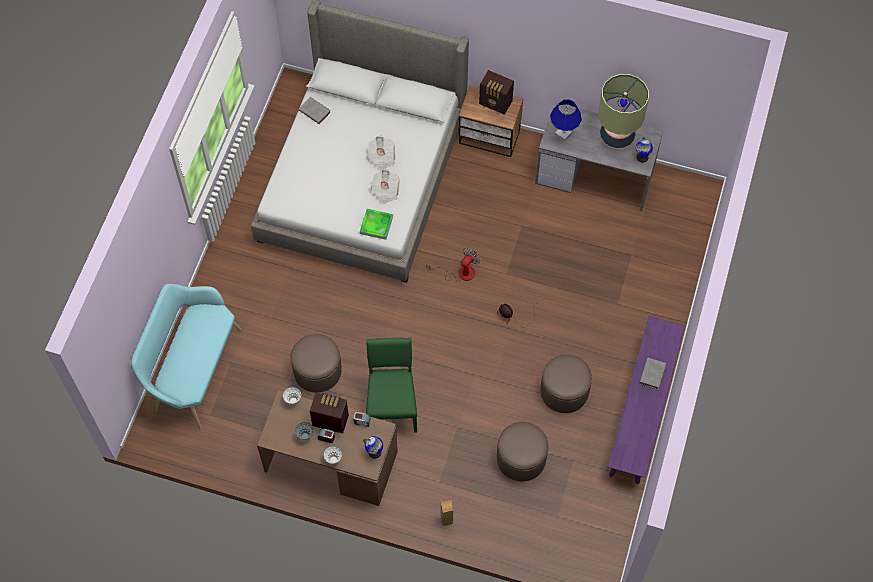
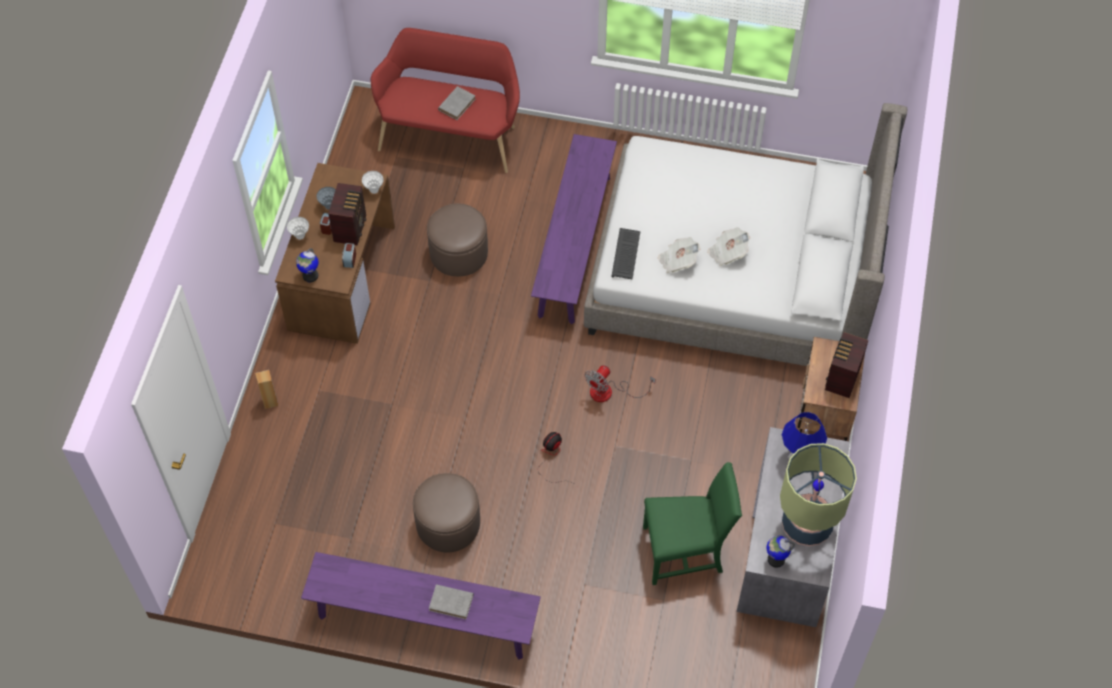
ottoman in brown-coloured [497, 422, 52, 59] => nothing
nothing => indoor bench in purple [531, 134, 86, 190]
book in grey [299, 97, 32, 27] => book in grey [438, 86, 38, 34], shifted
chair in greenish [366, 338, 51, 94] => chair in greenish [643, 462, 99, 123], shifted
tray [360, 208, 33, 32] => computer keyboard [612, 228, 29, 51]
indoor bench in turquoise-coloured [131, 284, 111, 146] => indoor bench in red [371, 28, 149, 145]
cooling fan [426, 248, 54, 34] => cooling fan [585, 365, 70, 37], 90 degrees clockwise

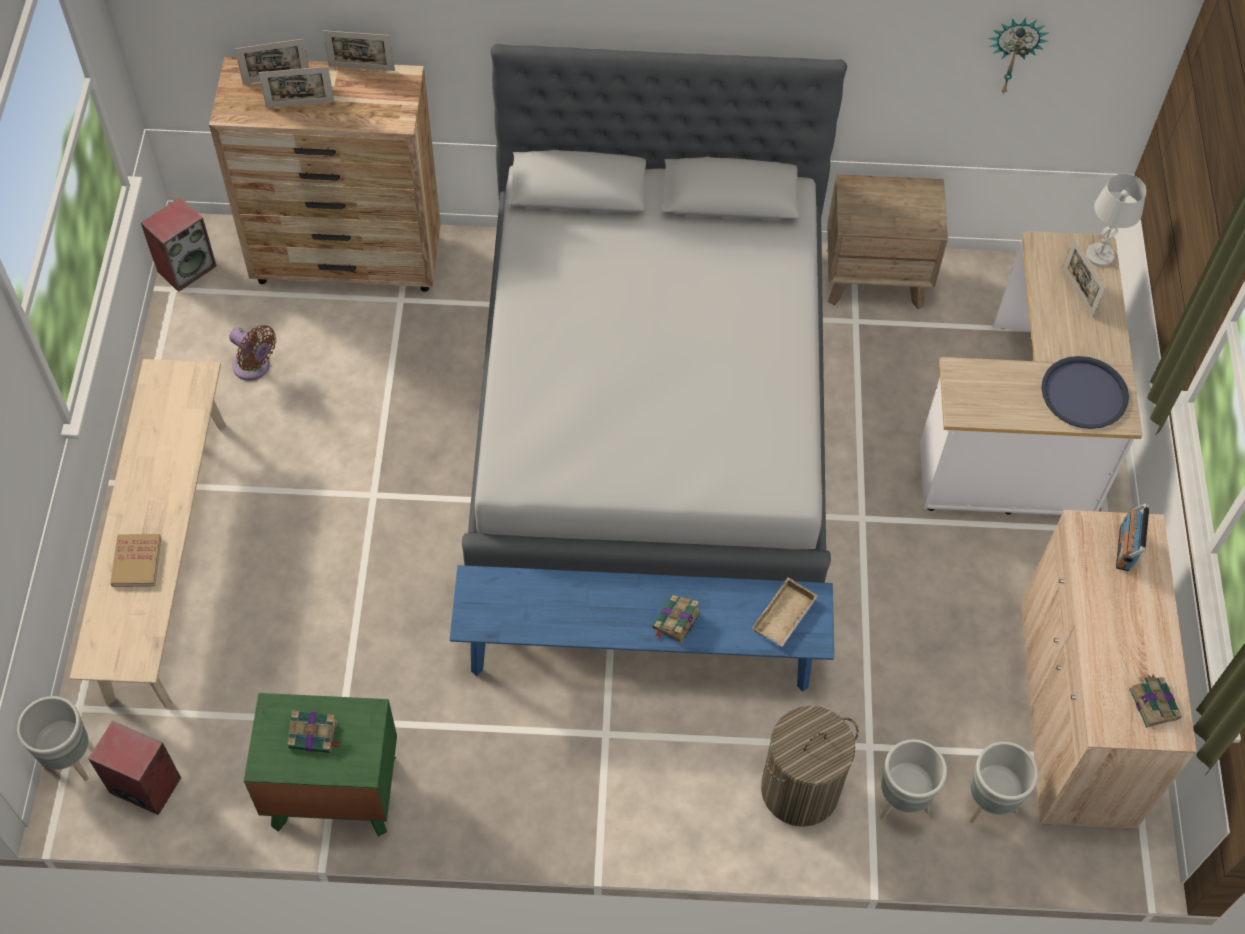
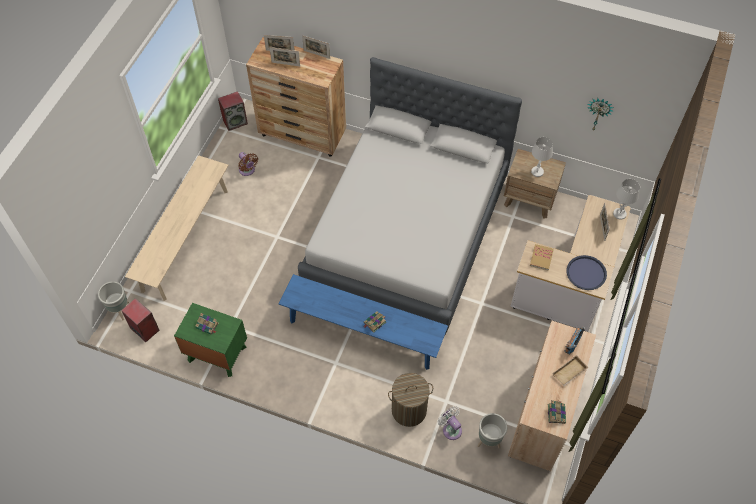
nothing => lamp for a table in white-coloured [531, 137, 22, 40]
book [110, 534, 51, 53] => book [530, 244, 24, 27], shifted
tray in beige-coloured [752, 577, 66, 70] => tray in beige-coloured [552, 355, 36, 31], shifted
planter in grey [880, 739, 67, 81] => cooling fan in white-coloured [438, 406, 24, 34]

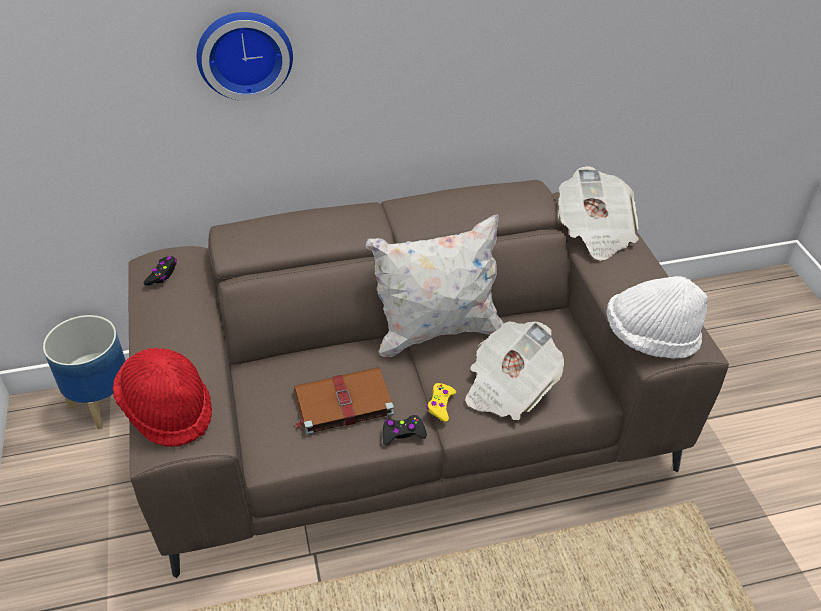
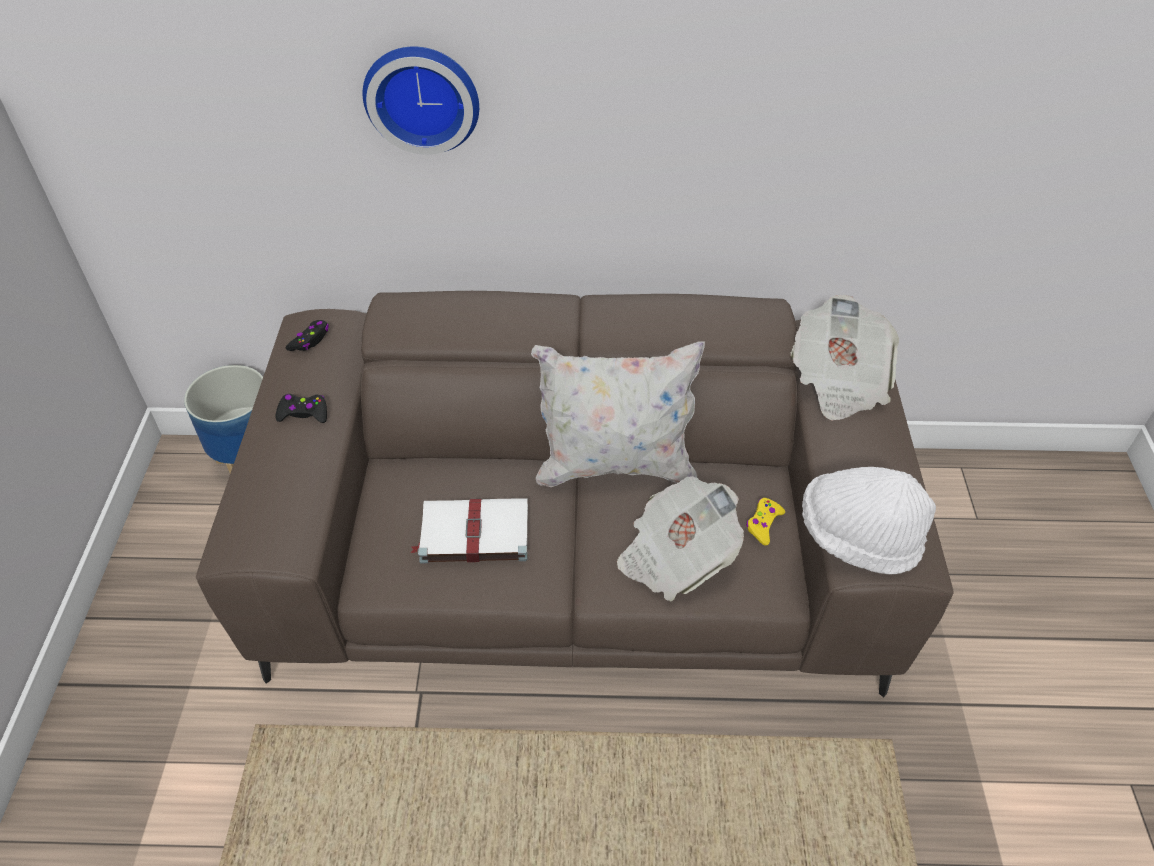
wearable hat in red [113, 348, 99, 99] => nothing
joypad in blackish [382, 415, 45, 30] => joypad in blackish [275, 394, 52, 29], shifted
joypad in yellow [427, 383, 29, 39] => joypad in yellow [746, 498, 39, 48], shifted
book in brown-coloured [294, 367, 100, 68] => book in white-coloured [410, 498, 118, 66]

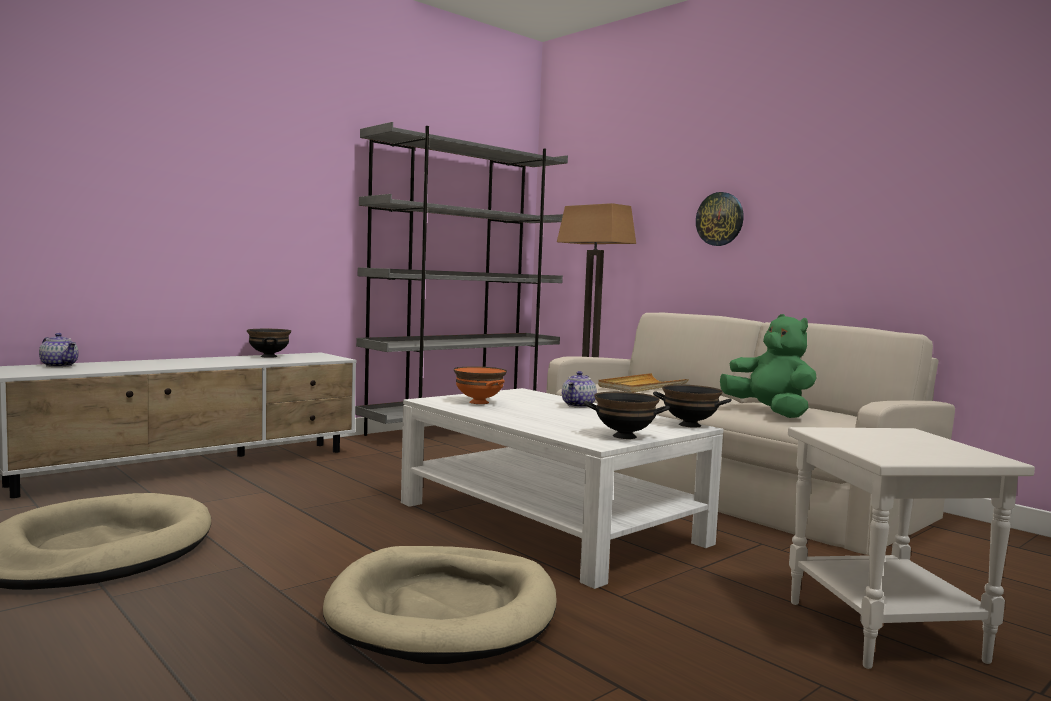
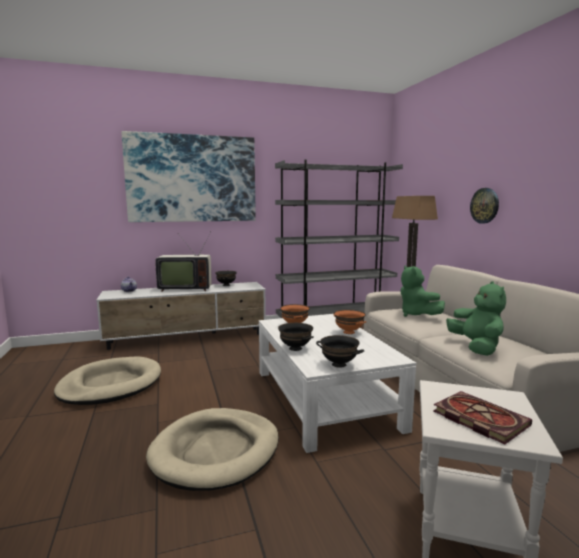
nothing => picture [121, 131, 135, 91]
nothing => TV [155, 231, 57, 61]
nothing => book [433, 391, 99, 53]
bowl in blackish [653, 385, 79, 43] => bowl in blackish [278, 323, 36, 28], shifted
tea pot [562, 371, 35, 37] => bowl in orange [334, 310, 33, 24]
tray in beige-coloured [598, 373, 91, 19] => plush toy in greenish [401, 266, 44, 51]

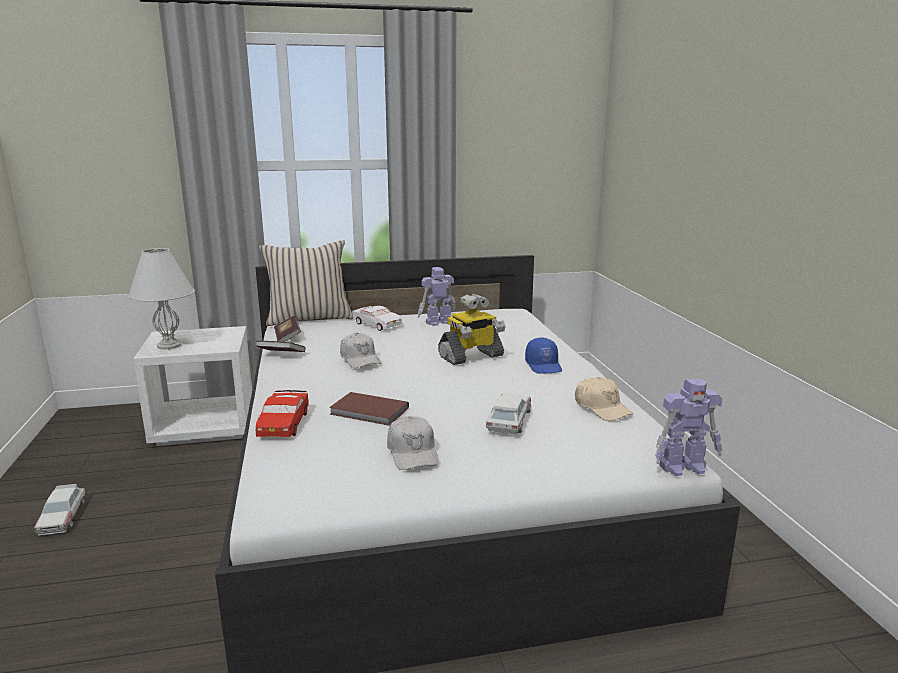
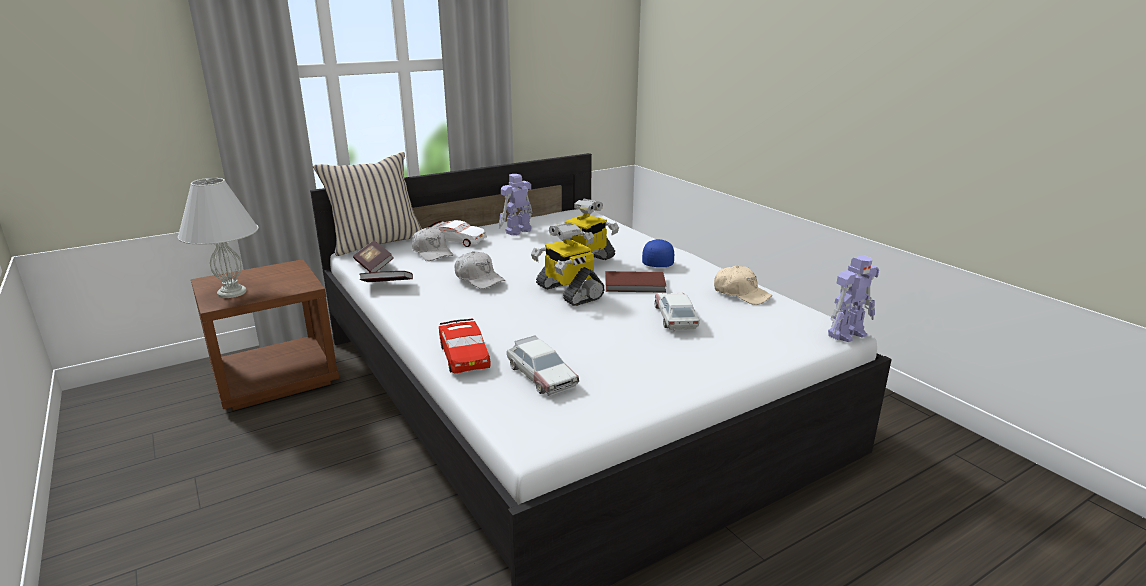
nothing => model robot [531, 223, 74, 83]
toy car [34, 484, 51, 51] => toy car [507, 336, 72, 60], shifted
book in brown-coloured [329, 392, 80, 34] => book in brown-coloured [605, 271, 61, 22], shifted
cap in white-coloured [387, 416, 52, 54] => cap in white-coloured [412, 227, 41, 34], shifted
bedside table in white-coloured [133, 326, 119, 120] => bedside table in brown-coloured [191, 259, 148, 151]
cap in bluish [525, 337, 37, 37] => cap in bluish [642, 239, 32, 28], 135 degrees counterclockwise

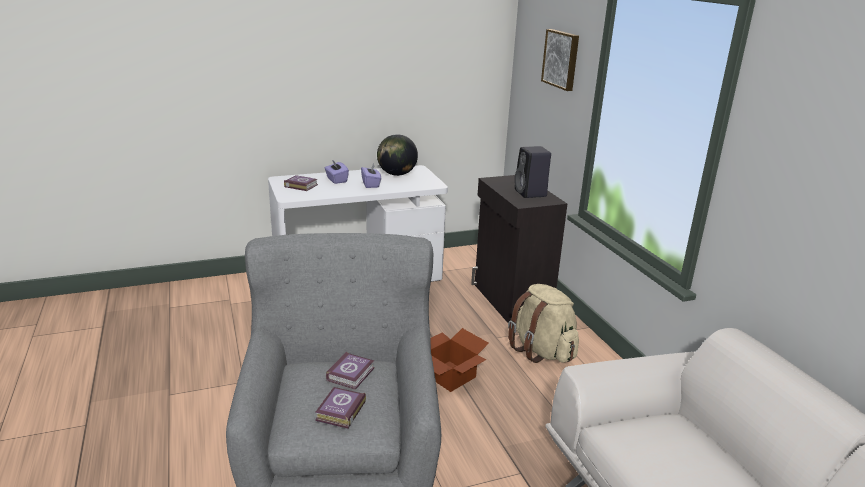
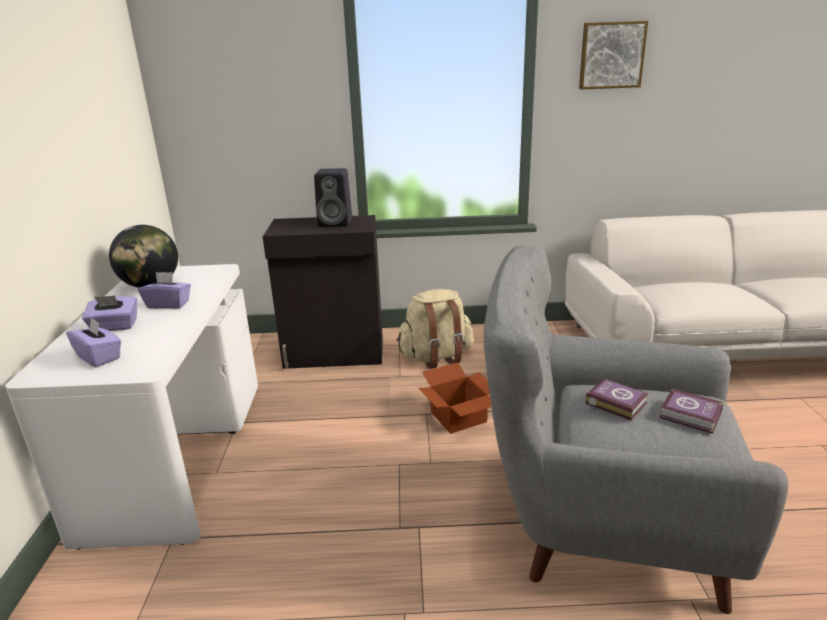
picture [541, 29, 38, 62] => picture [579, 21, 69, 68], shifted
book [284, 175, 34, 16] => box of tissues in purple [66, 317, 55, 50]

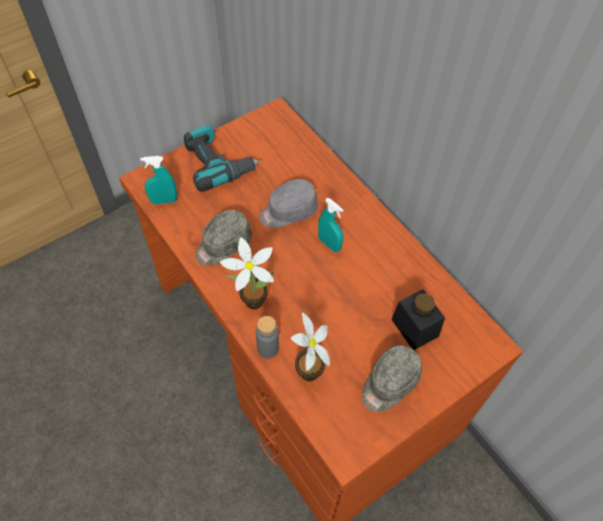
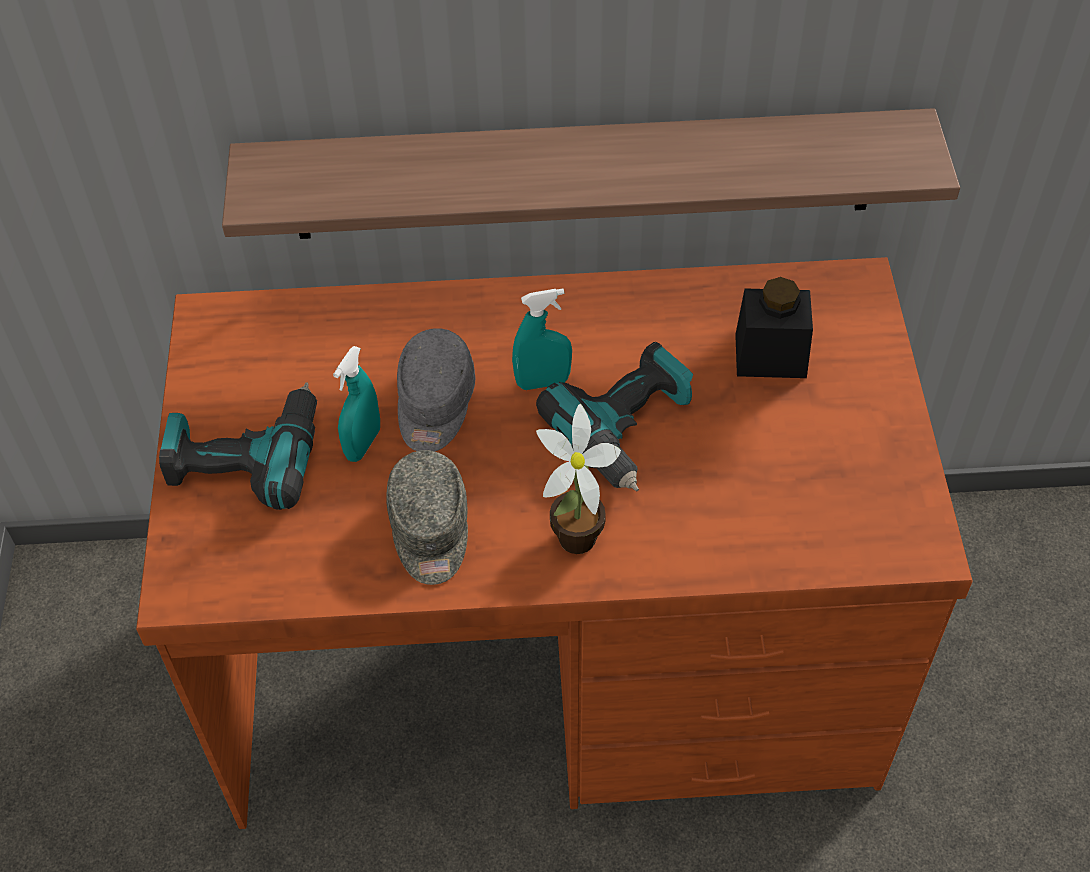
drink bottle in grey [256, 316, 23, 42] => nothing
plant in a pot [291, 312, 39, 70] => nothing
cap in grey [362, 345, 60, 67] => nothing
nothing => shelf [222, 108, 738, 131]
nothing => power drill [536, 342, 157, 150]
hand sprayer in turquoise-coloured [140, 156, 37, 48] => hand sprayer in turquoise-coloured [333, 346, 47, 116], shifted

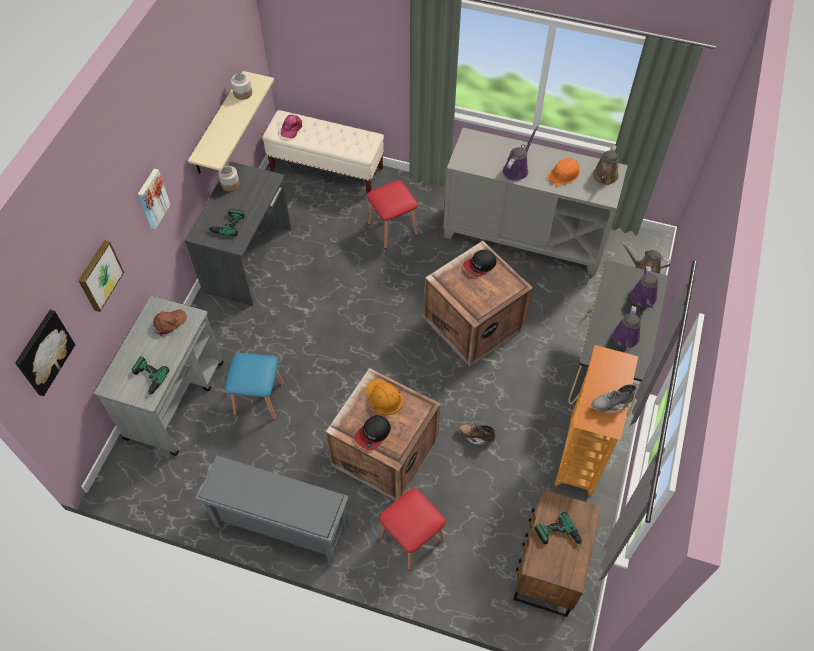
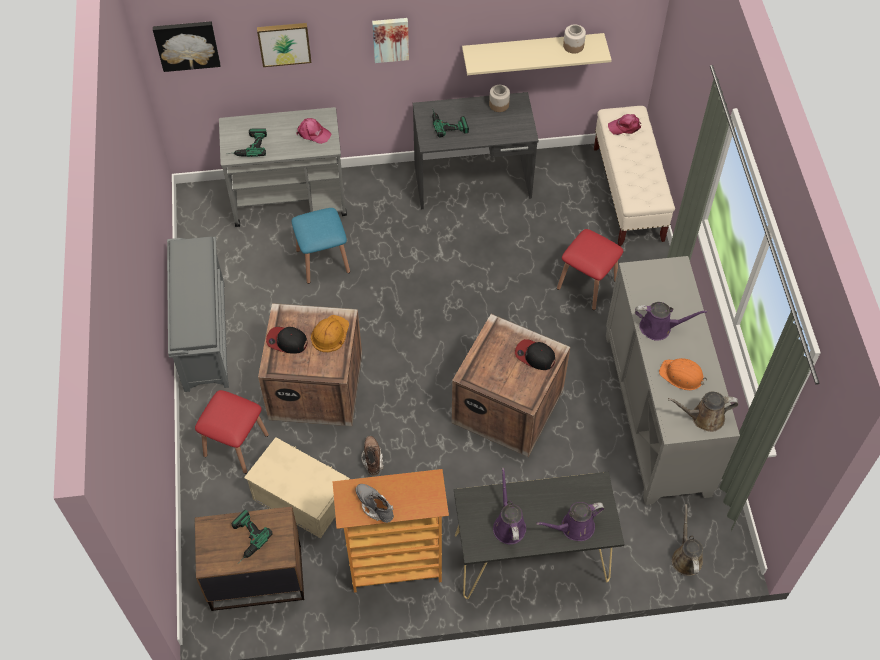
nothing => storage container in beige-coloured [244, 437, 106, 101]
cap in brown-coloured [153, 309, 34, 27] => cap in pink-coloured [296, 118, 35, 26]
watering pot in purple [612, 306, 29, 45] => watering pot in purple [493, 468, 33, 76], 90 degrees clockwise

